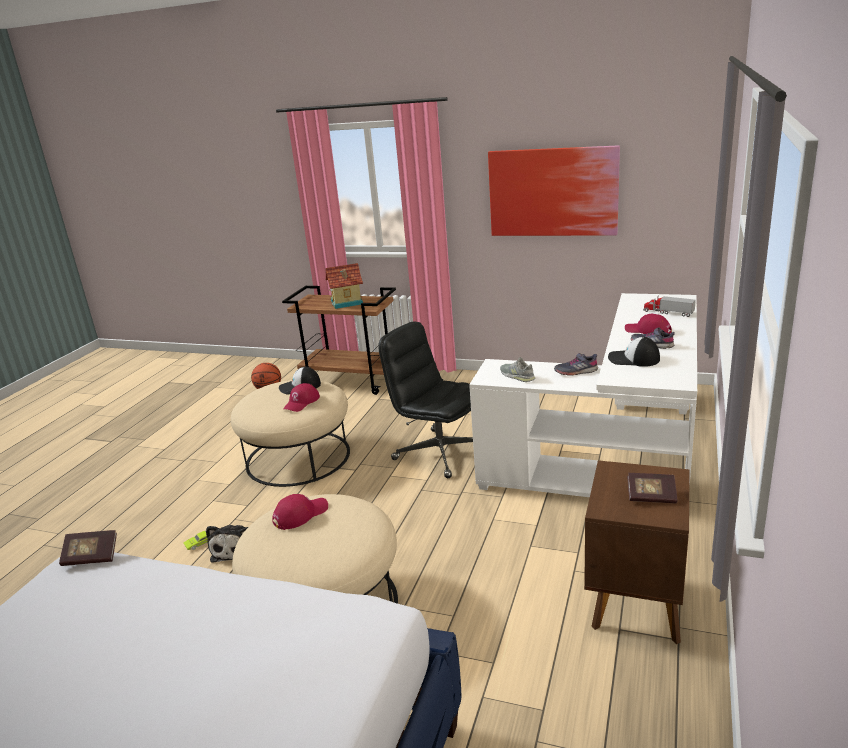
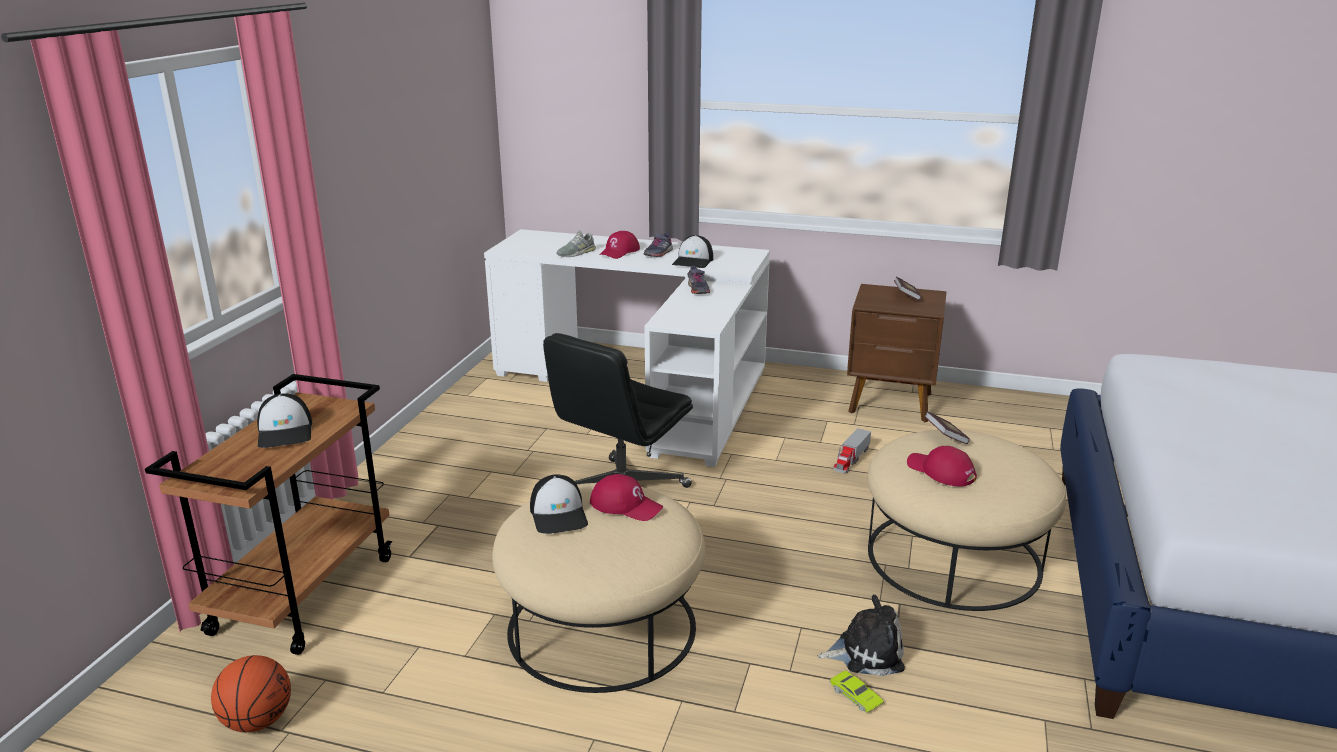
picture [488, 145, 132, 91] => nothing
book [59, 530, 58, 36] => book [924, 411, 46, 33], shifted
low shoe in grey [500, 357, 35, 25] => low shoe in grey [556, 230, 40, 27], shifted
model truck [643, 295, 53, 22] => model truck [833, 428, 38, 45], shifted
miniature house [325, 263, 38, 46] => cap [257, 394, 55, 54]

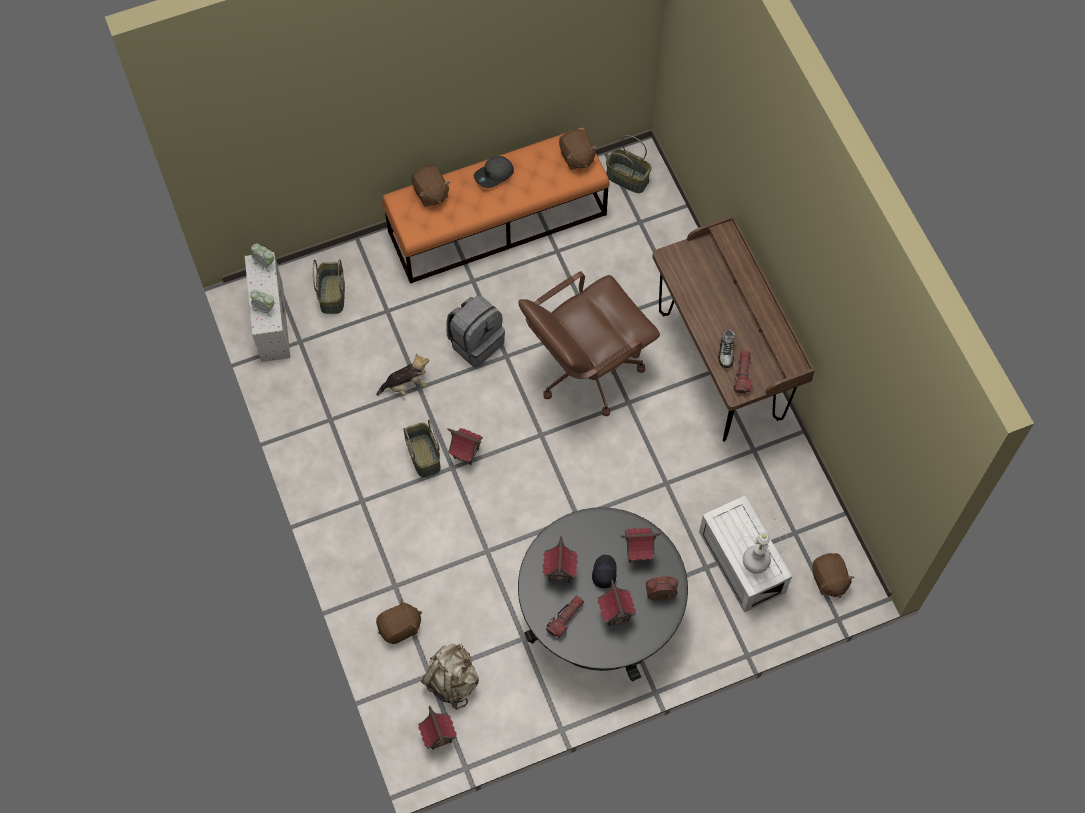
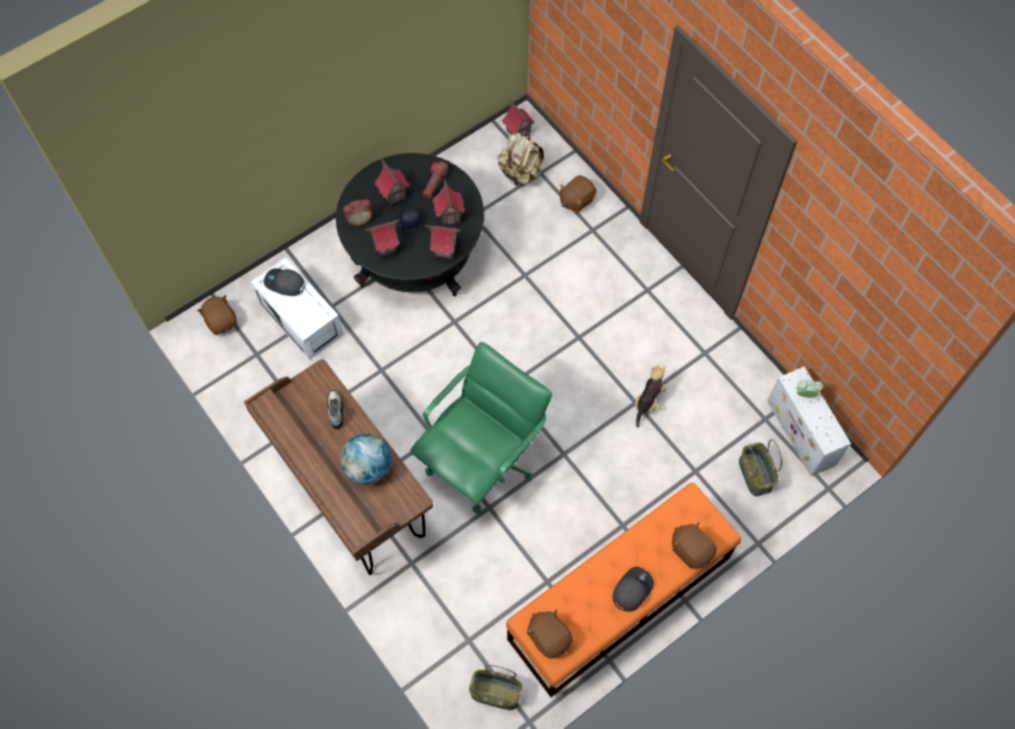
table clock [251, 243, 23, 29] => nothing
household basket [403, 420, 38, 57] => nothing
rucksack in grey [446, 295, 59, 73] => nothing
torch [734, 350, 18, 44] => nothing
nothing => globe [341, 434, 51, 51]
miniature house [447, 428, 36, 37] => miniature house [425, 225, 36, 35], shifted
lamp for a table in white-coloured [738, 516, 49, 58] => cap in grey [264, 268, 41, 28]
desk chair in brown-coloured [518, 271, 142, 145] => desk chair in greenish [411, 342, 141, 172]
plush toy [376, 353, 54, 43] => plush toy [635, 365, 31, 63], 150 degrees clockwise

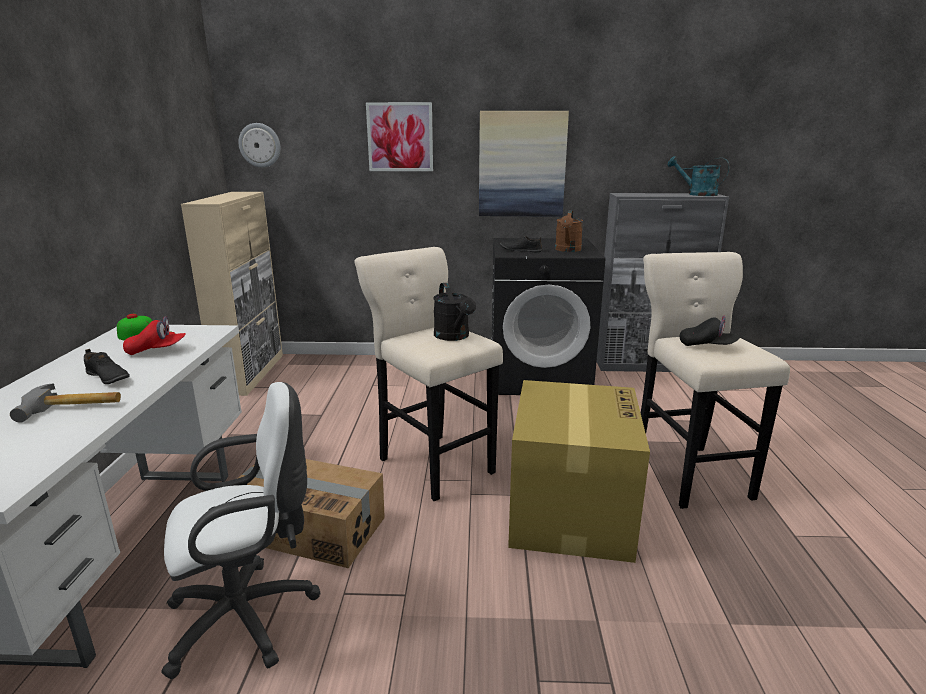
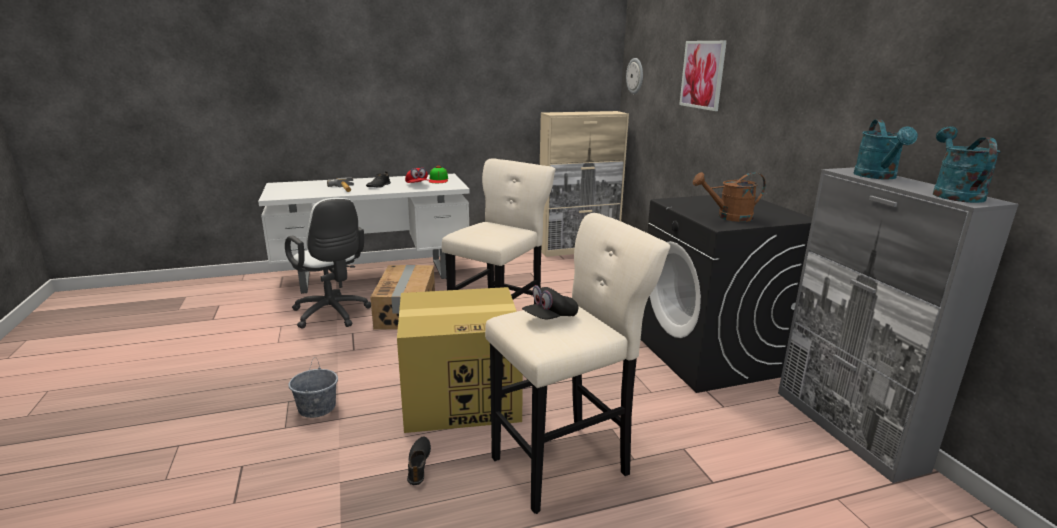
watering pot in blackish [433, 283, 43, 58] => nothing
picture [479, 111, 90, 106] => nothing
nothing => bucket in grey [288, 357, 50, 61]
nothing => watering pot in turquoise-coloured [853, 119, 65, 60]
low shoe in blackish [499, 235, 43, 17] => low shoe in blackish [407, 437, 24, 48], shifted
cap in blackish [680, 315, 60, 31] => cap in blackish [522, 285, 56, 35], 45 degrees clockwise

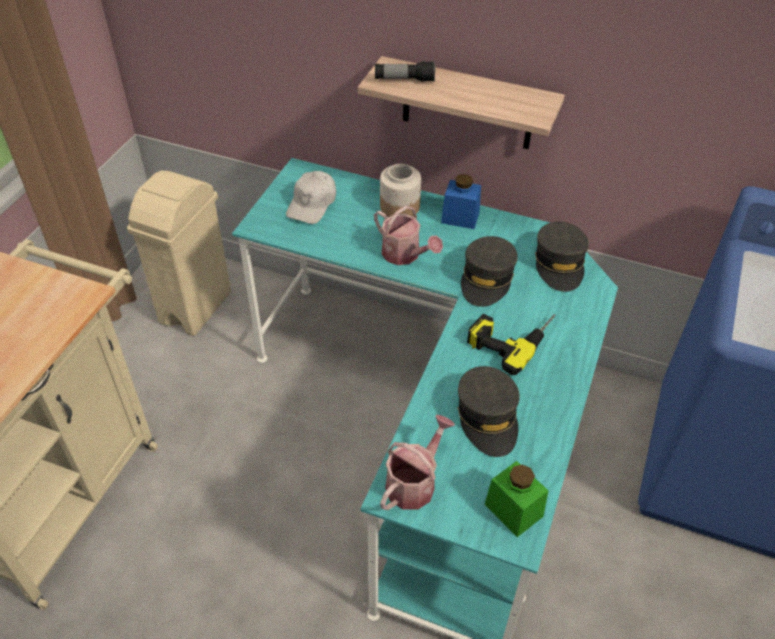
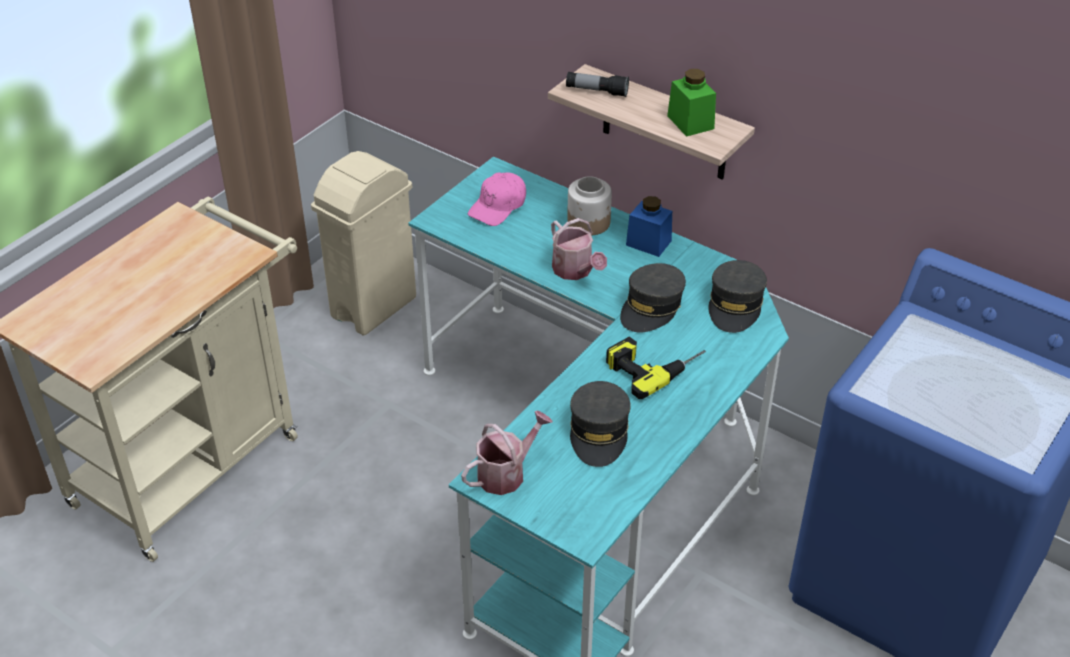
jar in greenish [484, 461, 64, 76] => jar in greenish [667, 69, 49, 68], shifted
cap in white-coloured [286, 171, 50, 53] => cap in pink-coloured [468, 172, 58, 54]

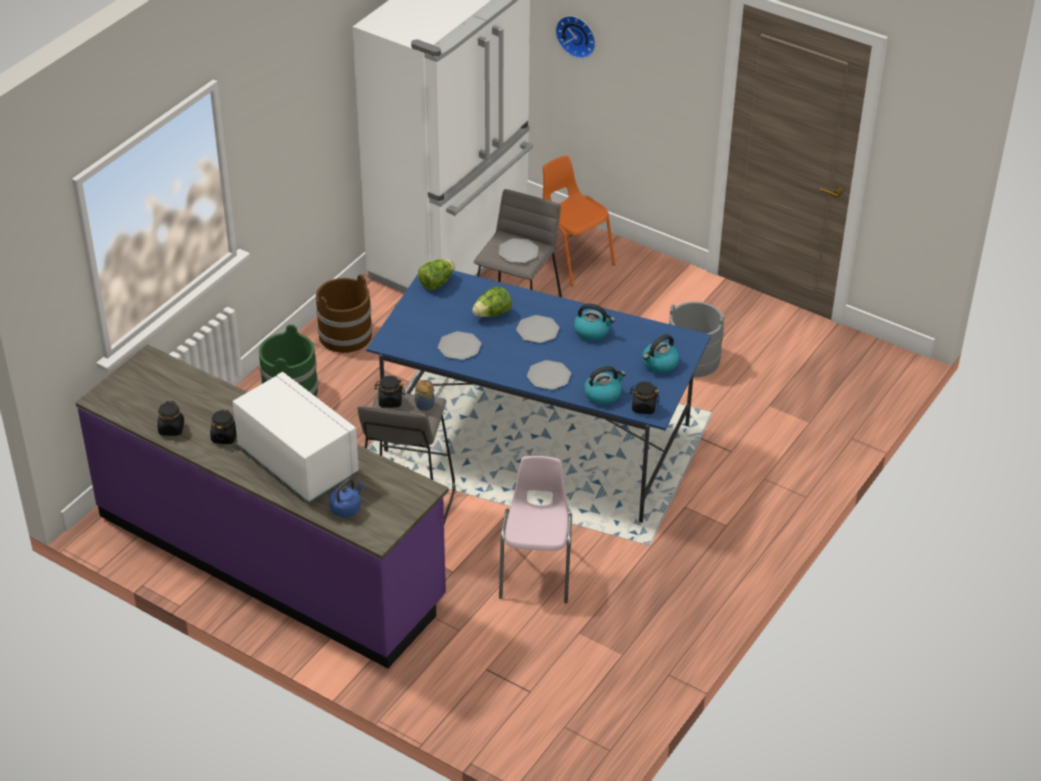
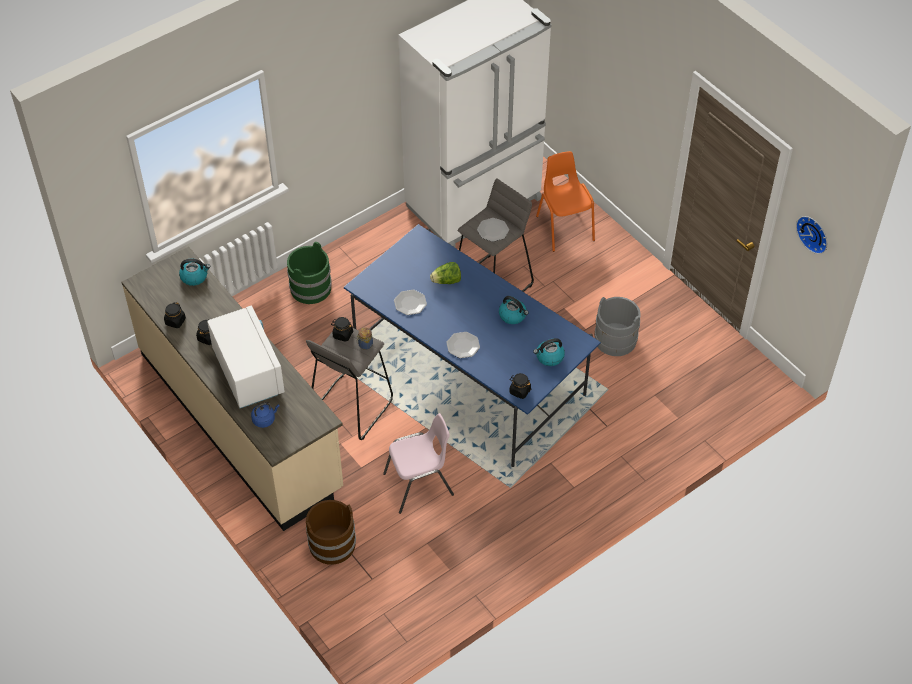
lettuce [418, 259, 37, 31] => nothing
flat dish [516, 315, 44, 28] => nothing
bucket in brown-coloured [316, 274, 56, 79] => bucket in brown-coloured [306, 500, 50, 65], shifted
hanging clock [555, 16, 41, 43] => hanging clock [796, 216, 31, 38], shifted
kettle [584, 366, 42, 39] => kettle [179, 259, 31, 27], shifted
kitchen base unit in purple [76, 345, 373, 323] => kitchen base unit in beige-coloured [121, 247, 222, 284]
chair in pink-coloured [499, 456, 73, 147] => chair in pink-coloured [383, 413, 71, 101], 45 degrees clockwise

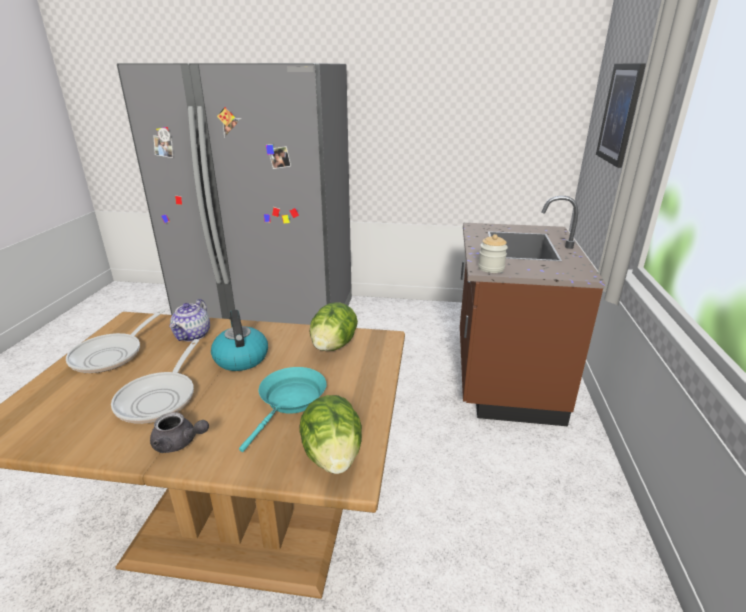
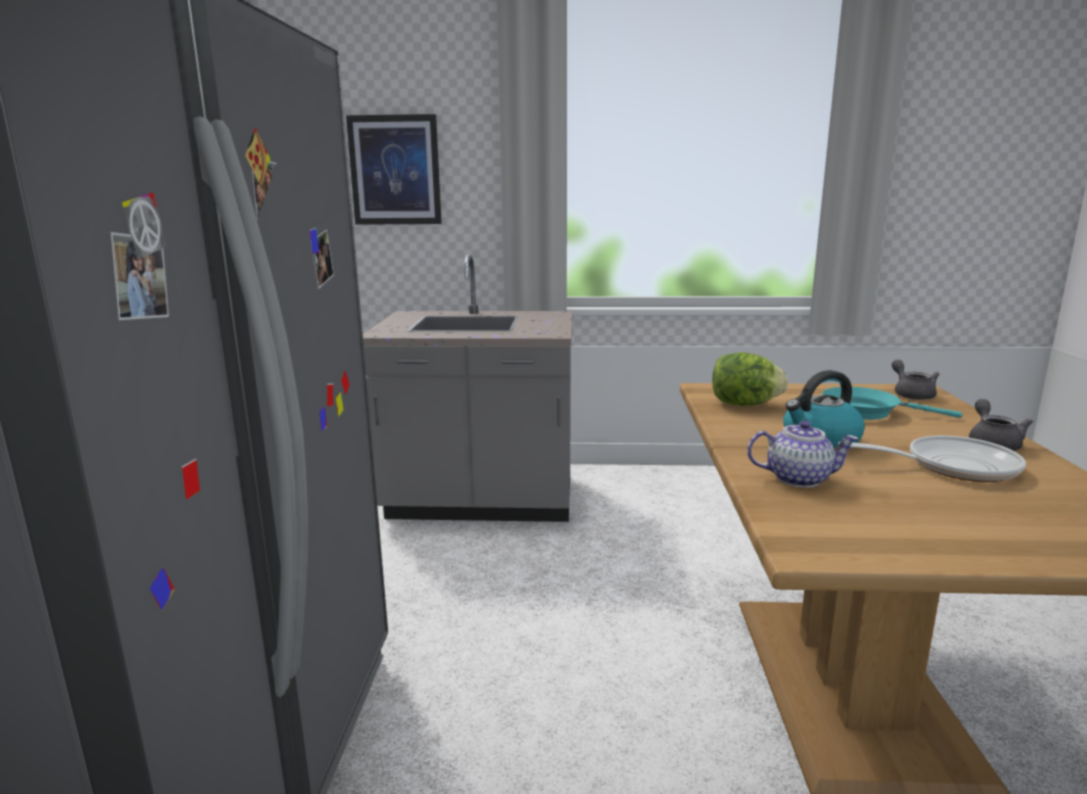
frying pan [66, 309, 99, 64] => nothing
jar [478, 234, 30, 39] => nothing
lettuce [299, 395, 63, 79] => tea pot in grey [892, 360, 47, 40]
kitchen base unit in brown-coloured [460, 196, 146, 230] => kitchen base unit in grey [363, 254, 210, 268]

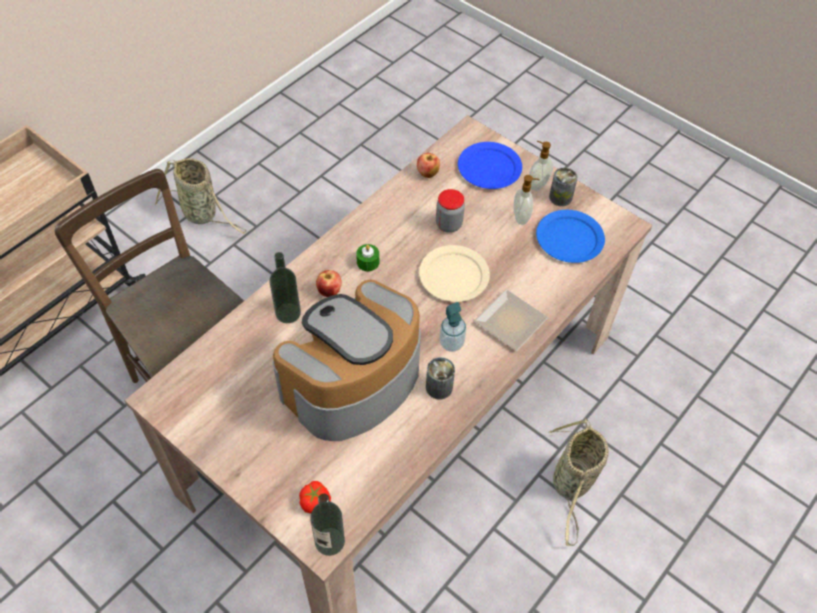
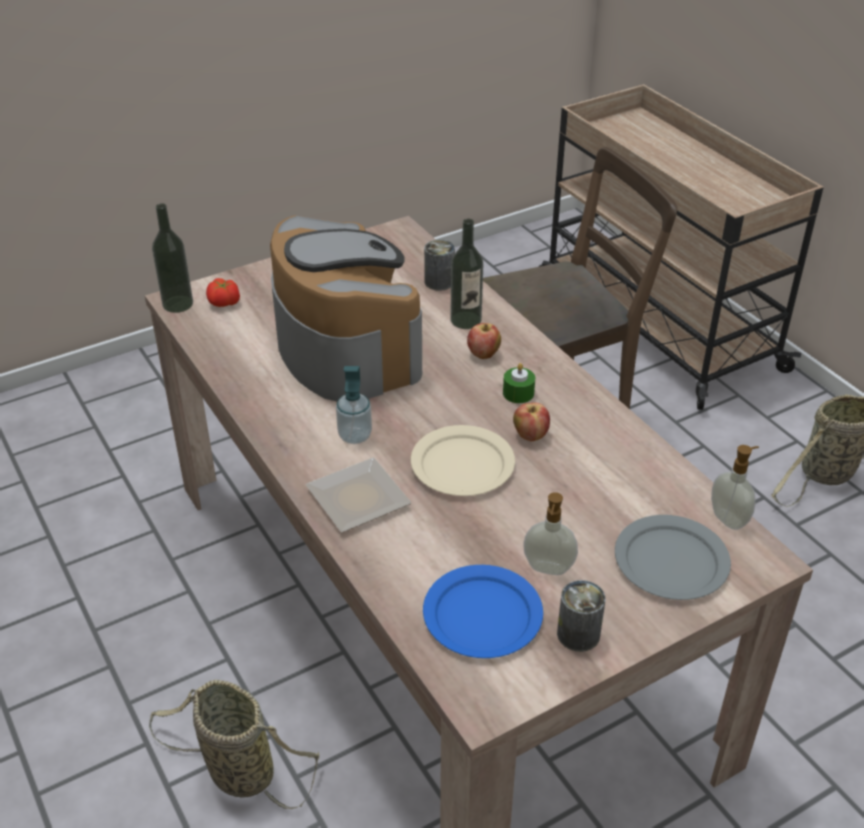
jar [436, 189, 29, 44] => nothing
whole apple [417, 153, 23, 25] => whole apple [513, 402, 37, 40], shifted
metal can [426, 357, 29, 43] => metal can [424, 240, 31, 51], shifted
soap dispenser [529, 141, 24, 50] => soap dispenser [711, 445, 48, 85], shifted
flat dish in bluish [458, 142, 64, 47] => flat dish in grey [615, 515, 116, 85]

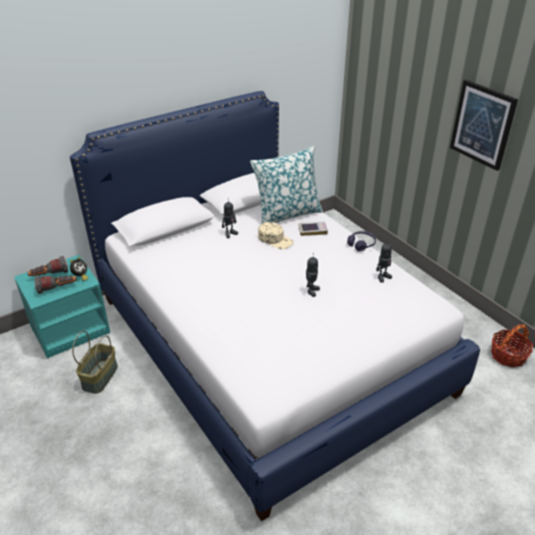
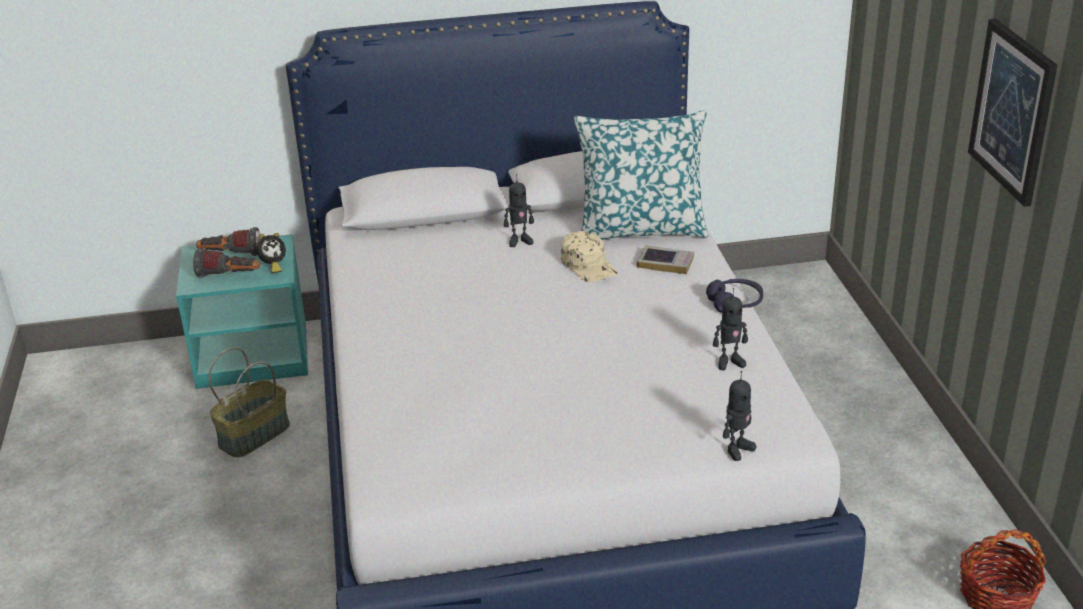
model robot [306, 253, 14, 44] => model robot [723, 371, 33, 90], shifted

